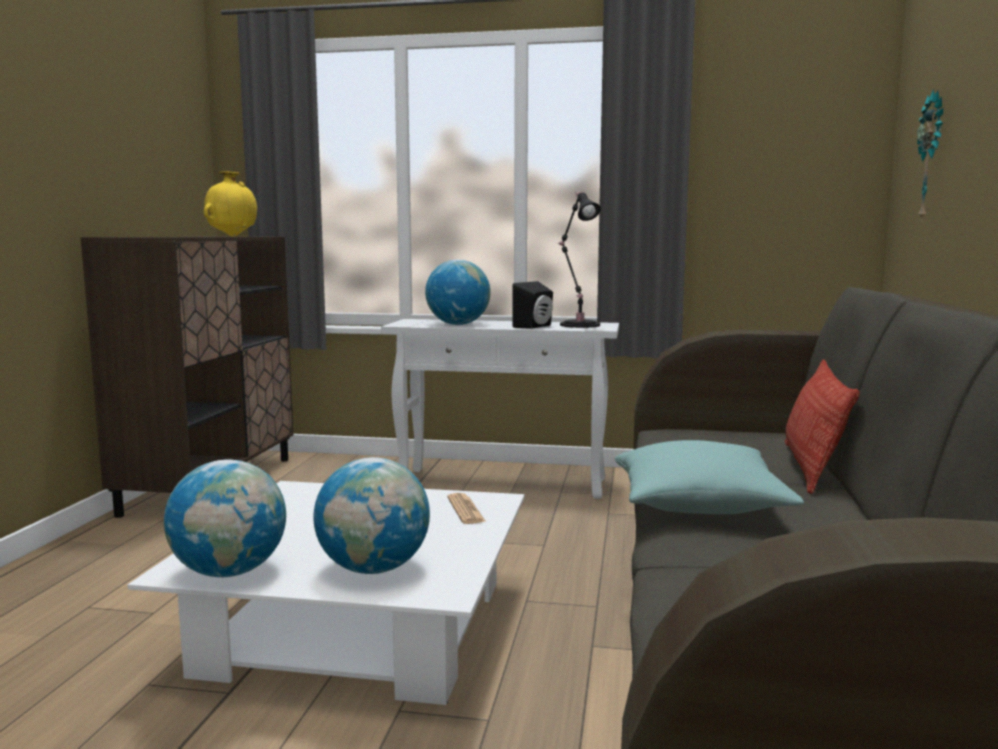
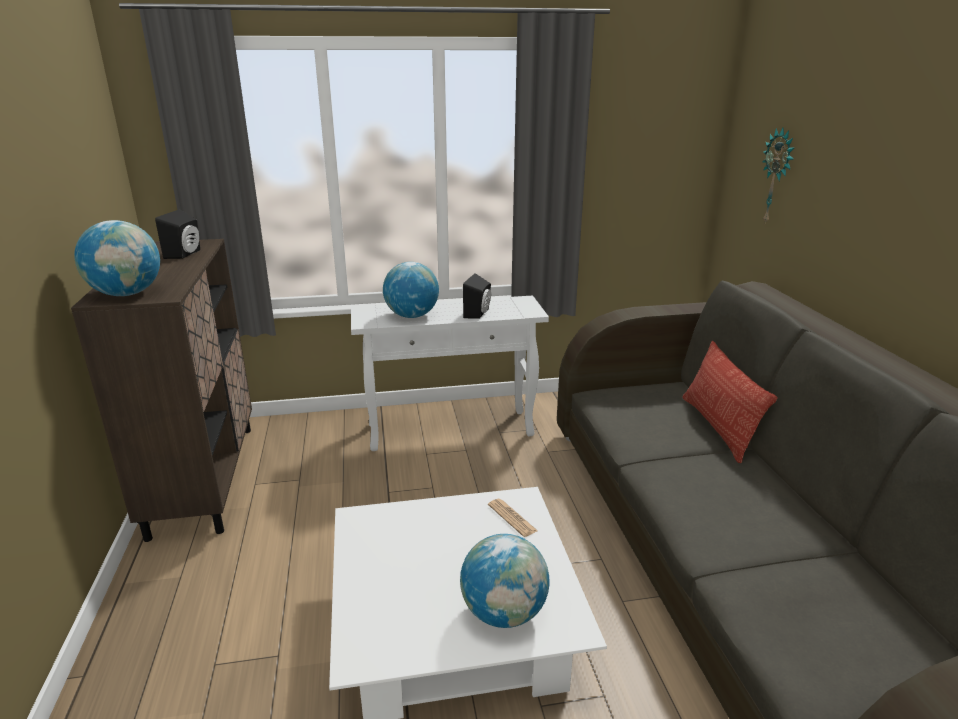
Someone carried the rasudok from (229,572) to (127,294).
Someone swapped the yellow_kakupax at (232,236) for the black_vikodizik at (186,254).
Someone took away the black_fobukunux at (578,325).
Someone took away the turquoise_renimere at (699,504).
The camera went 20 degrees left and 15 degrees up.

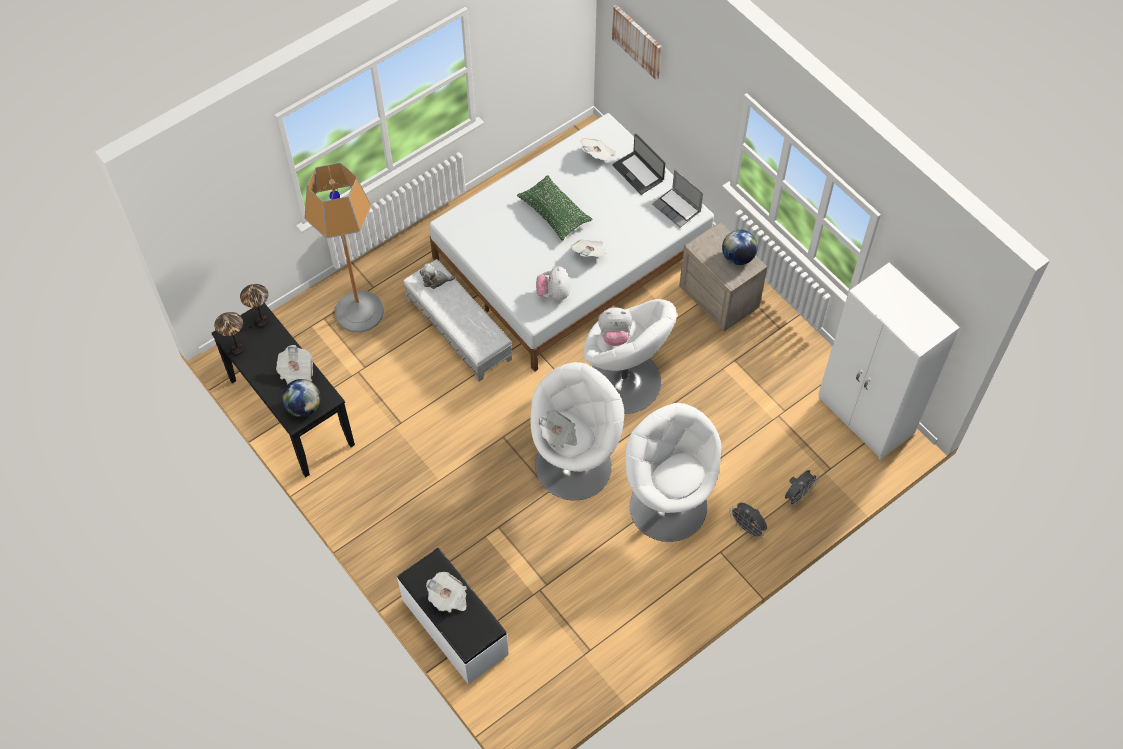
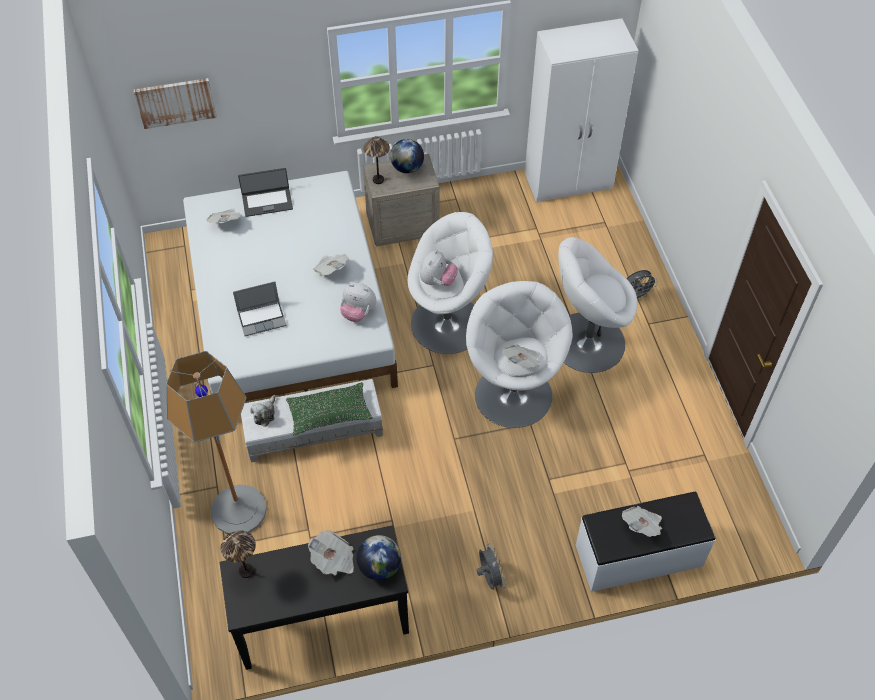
Someone carried the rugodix from (677,208) to (262,318).
Someone carried the green_renimere from (554,213) to (329,414).
Someone carried the fobukunux from (237,349) to (378,180).
Someone carried the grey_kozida from (797,496) to (489,577).
The camera went 65 degrees left and 5 degrees down.

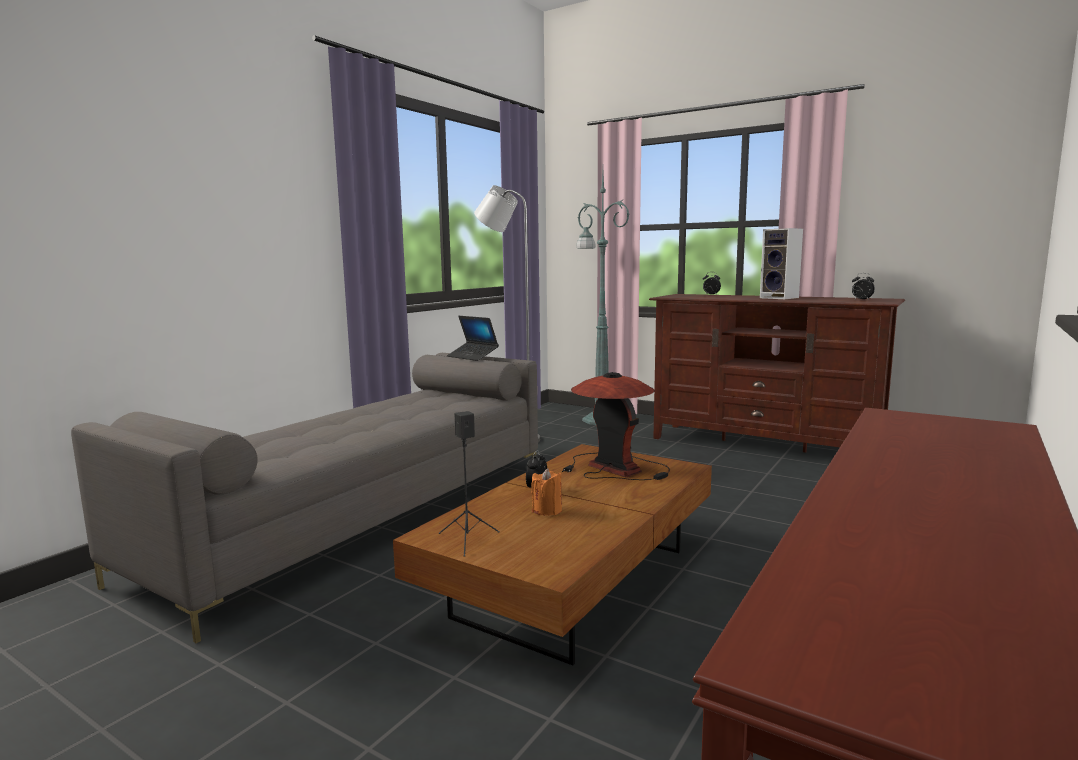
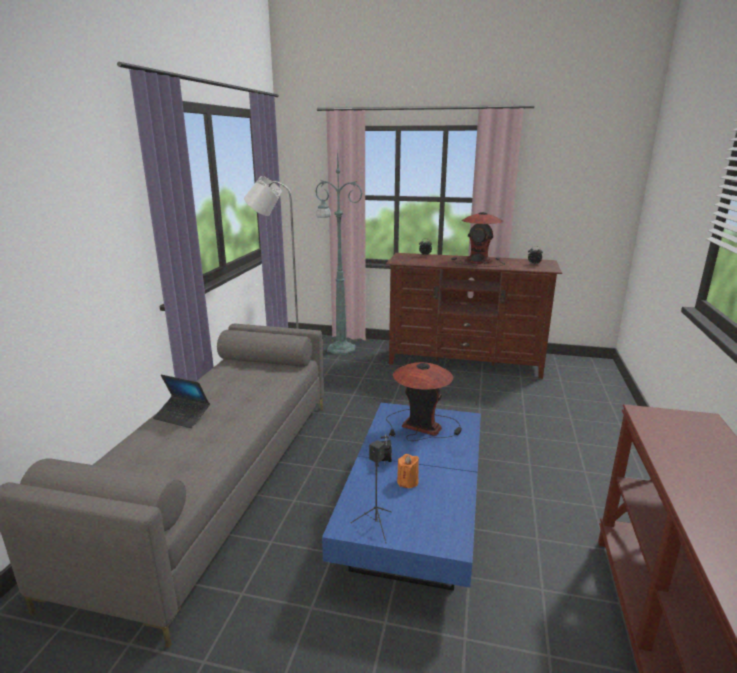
Someone carried the rugodix from (472,356) to (182,416).
Someone repainted the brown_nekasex at (574,581), which became the blue_nekasex at (413,516).
Someone swapped the vikodizik at (780,298) for the fobukunux at (478,261).
The camera went 20 degrees left and 10 degrees up.

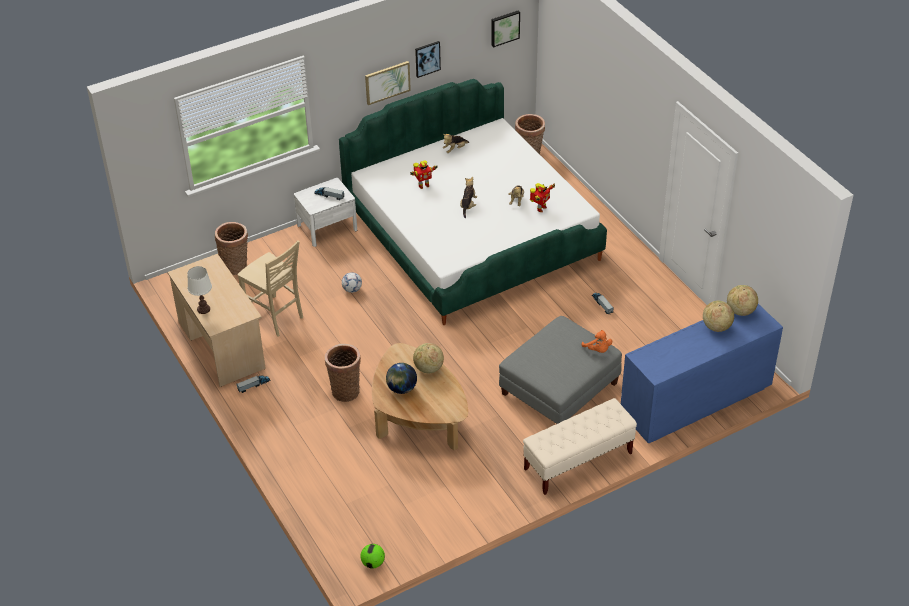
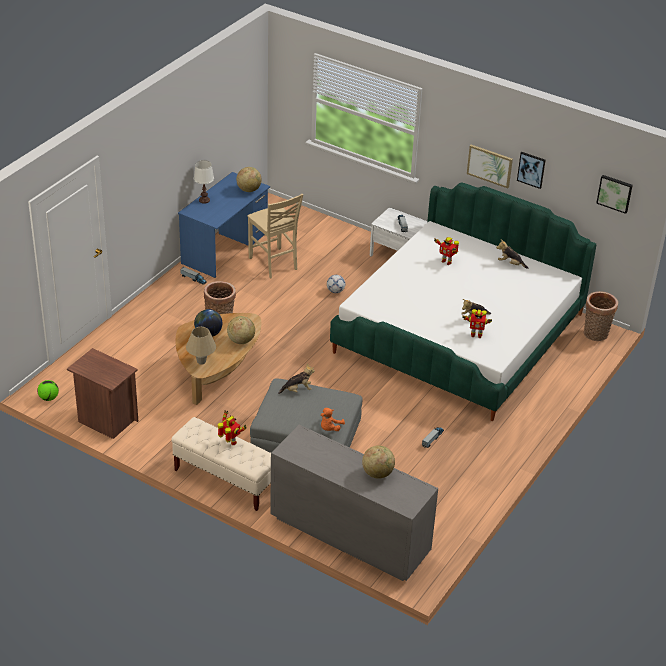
Someone put down the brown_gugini at (106,420).
Someone repainted the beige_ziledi at (221,345), which became the blue_ziledi at (225,249).
Someone put down the beige_fobukunux at (201,361).
Someone put down the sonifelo at (230,442).
Someone carried the rasudok from (740,311) to (249,190).
Someone rotated the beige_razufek at (275,317) by 45 degrees counterclockwise.
Someone repainted the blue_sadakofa at (694,403), which became the grey_sadakofa at (349,535).
Someone carried the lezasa from (468,206) to (297,390).
Someone took away the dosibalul at (236,266).
The camera went 60 degrees right and 5 degrees down.

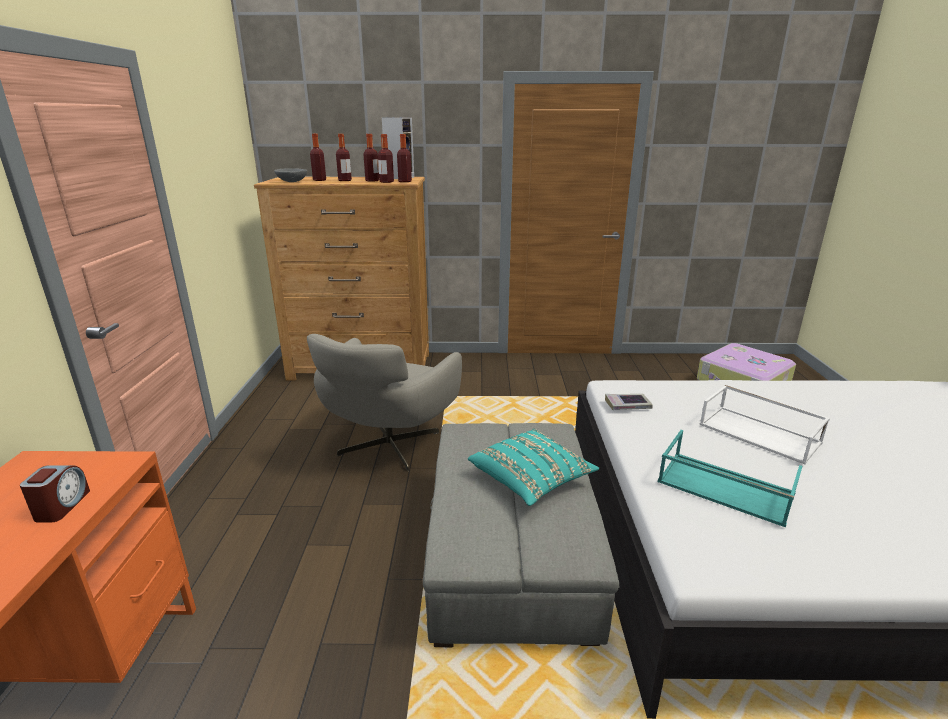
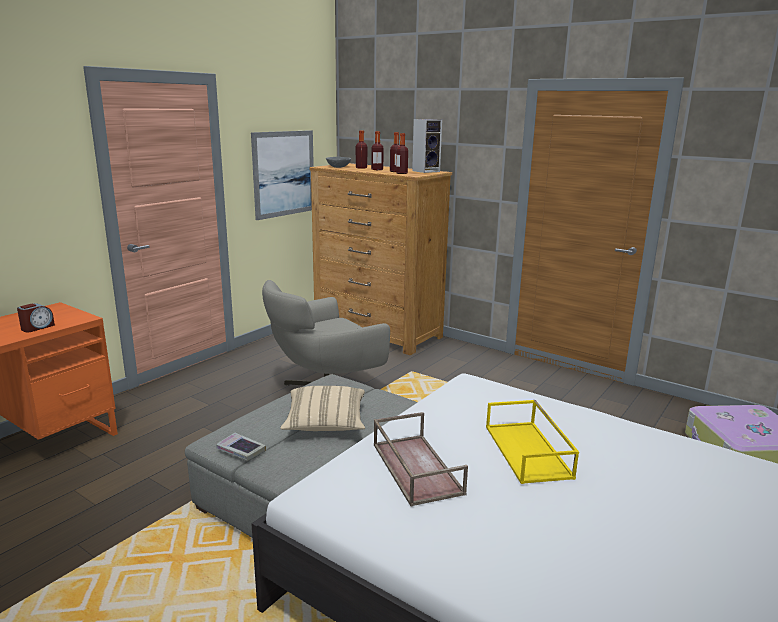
Someone carried the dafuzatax from (627,405) to (241,450).
Someone put up the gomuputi at (284,173).
Someone repainted the turquoise_renimere at (531,480), which became the beige_renimere at (325,423).
Someone repainted the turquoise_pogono at (723,488), which became the brown_pogono at (415,468).
Someone repainted the white_pogono at (760,433), which became the yellow_pogono at (529,452).
Someone took away the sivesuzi at (405,181).
The camera went 35 degrees right and 5 degrees down.

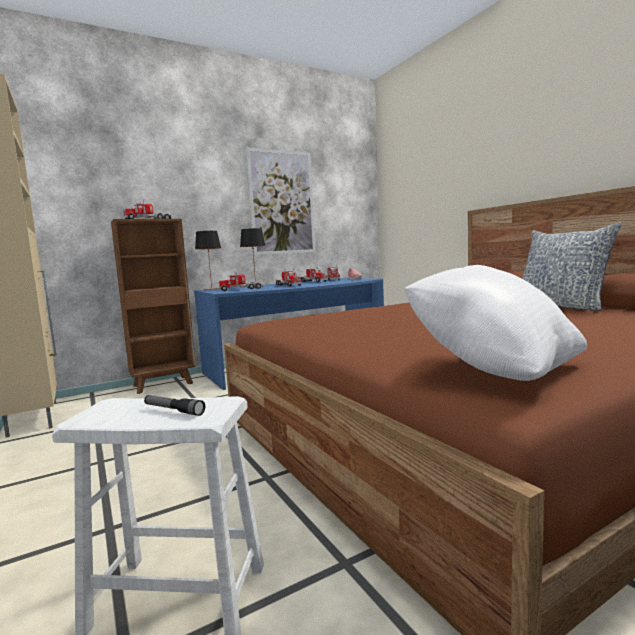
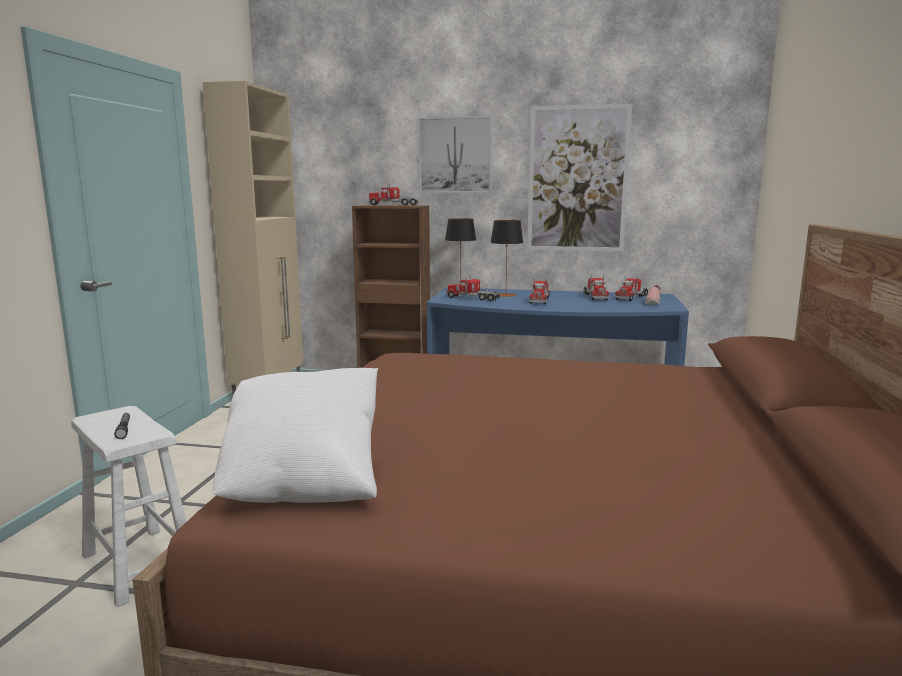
Someone put up the gomuputi at (455,155).
Someone took away the renimere at (561,306).
The camera went 40 degrees right and 5 degrees up.

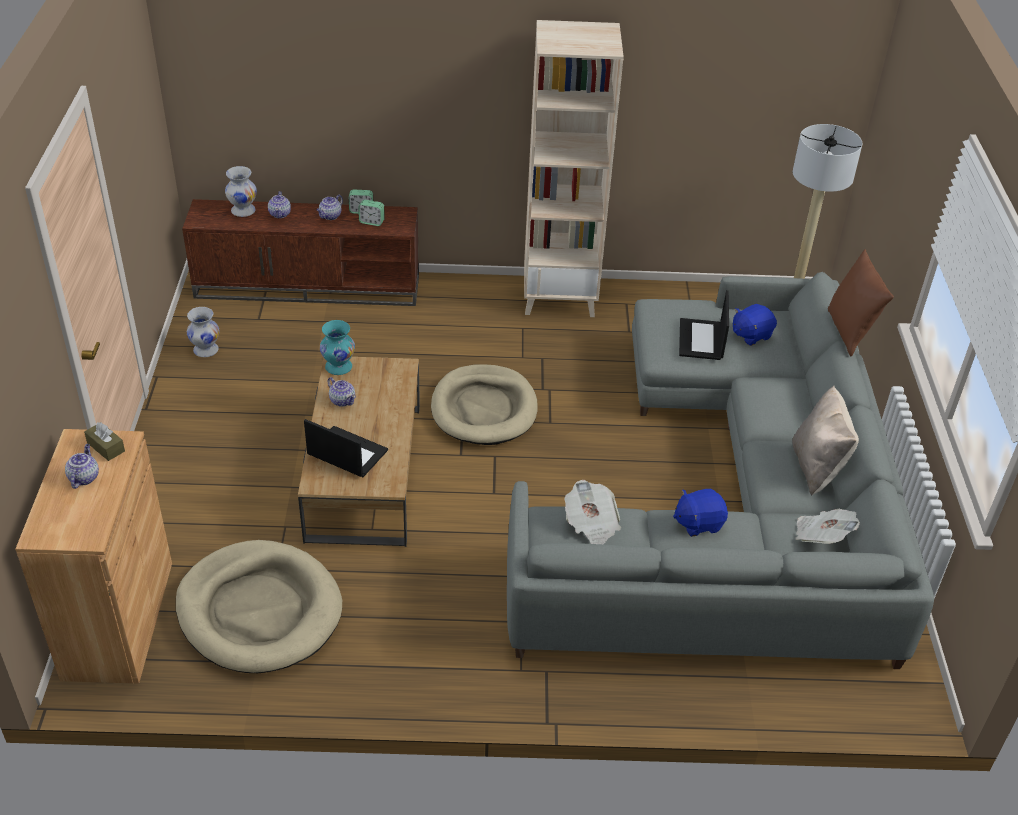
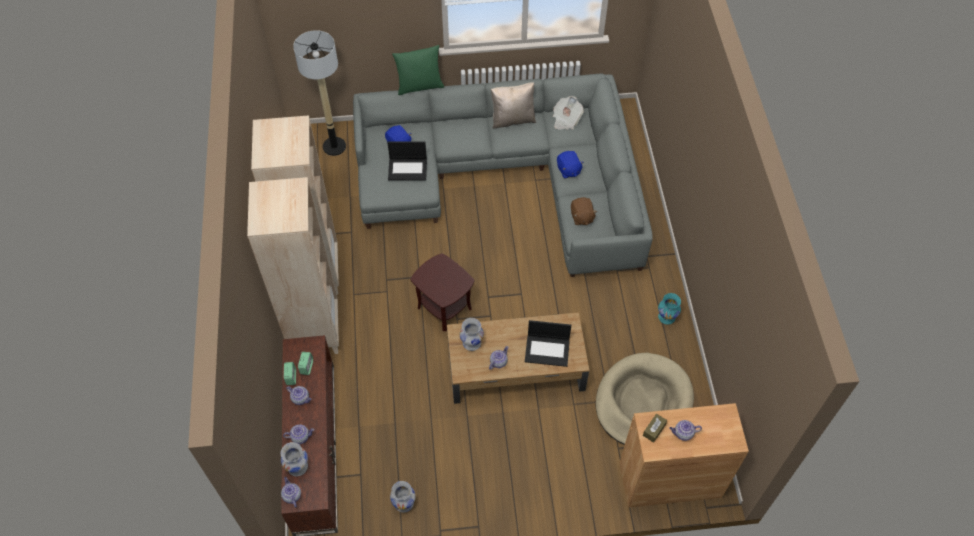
Someone put down the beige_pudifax at (315,332).
Someone put down the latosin at (292,495).
Someone repainted the brown_renimere at (850,332), which became the green_renimere at (419,86).
Someone swapped the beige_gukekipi at (484,409) for the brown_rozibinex at (444,308).
Someone put down the white_kakupax at (471,342).
Someone rotated the rugodix at (346,453) by 105 degrees counterclockwise.
Someone swapped the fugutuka at (591,524) for the brown_lezasa at (581,217).
Someone carried the turquoise_kakupax from (338,367) to (666,317).
The camera went 95 degrees left and 15 degrees up.

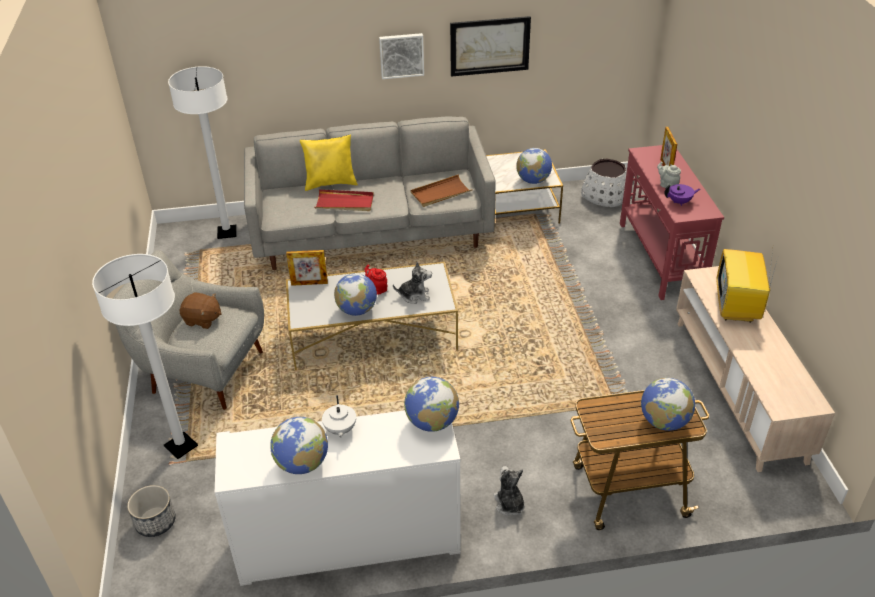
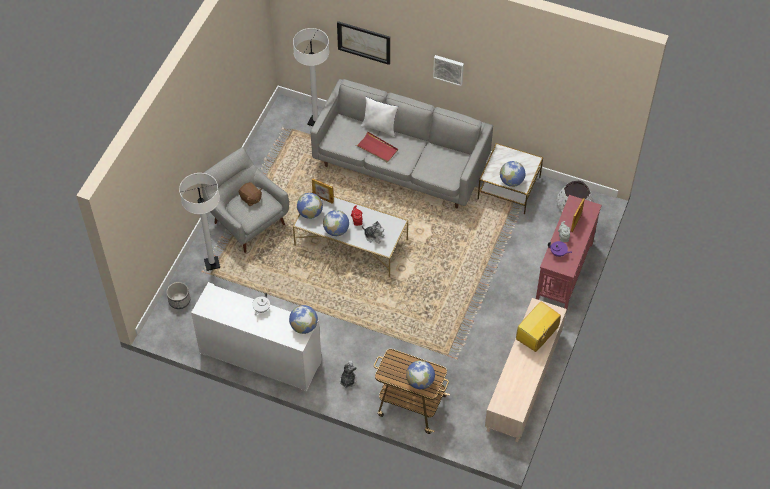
Someone carried the rasudok from (302,463) to (310,213).
Someone carried the gomuputi from (489,46) to (364,42).
Someone repainted the yellow_renimere at (331,183), which became the white_renimere at (380,127).
Someone took away the brown_pogono at (440,193).
The camera went 30 degrees right and 15 degrees up.

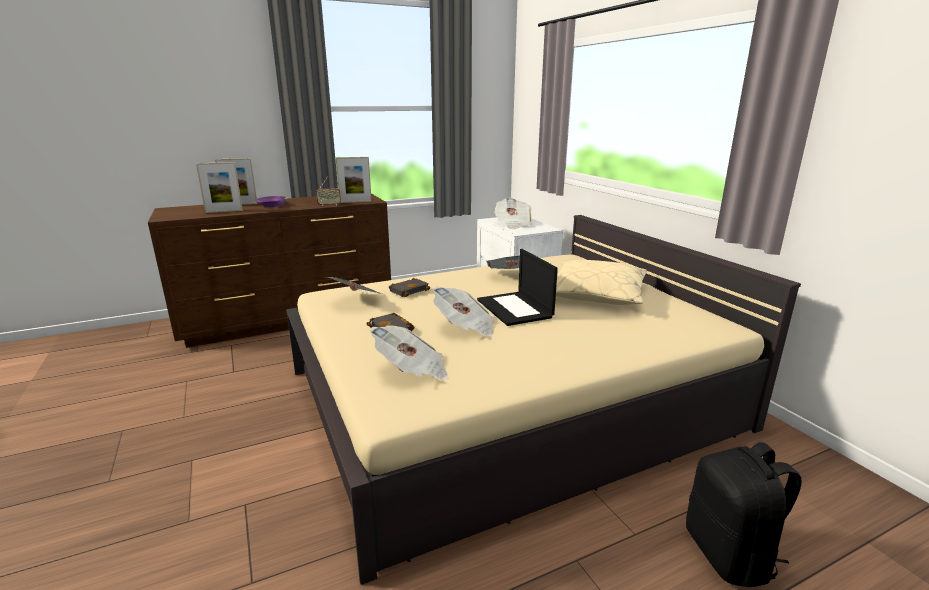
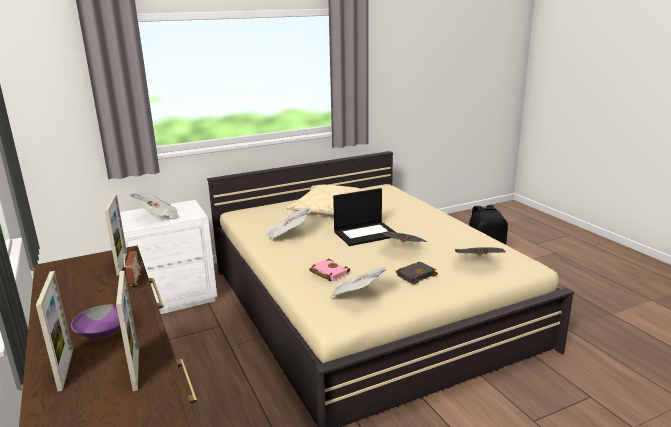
Someone repainted the black_dafuzatax at (409,290), which became the pink_dafuzatax at (327,273).
The camera went 90 degrees left and 0 degrees up.

